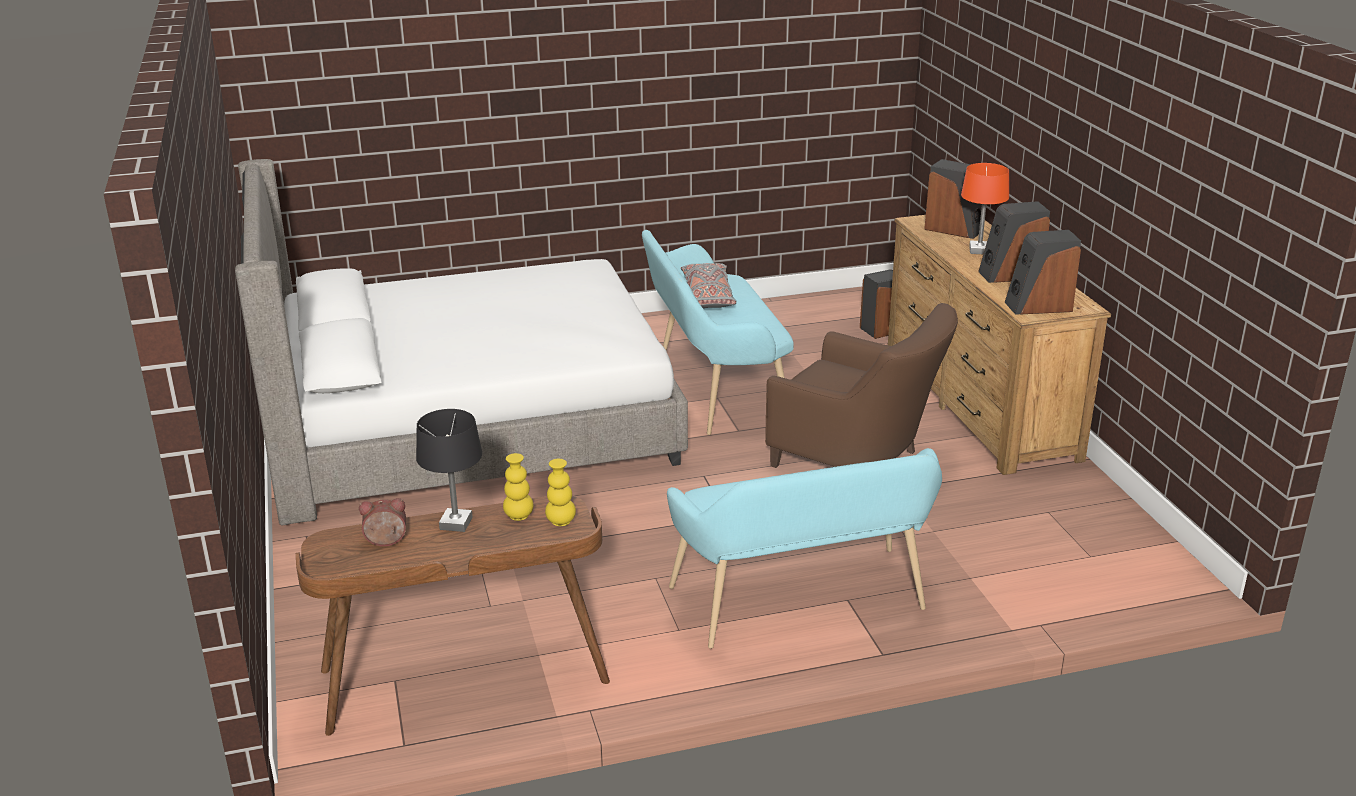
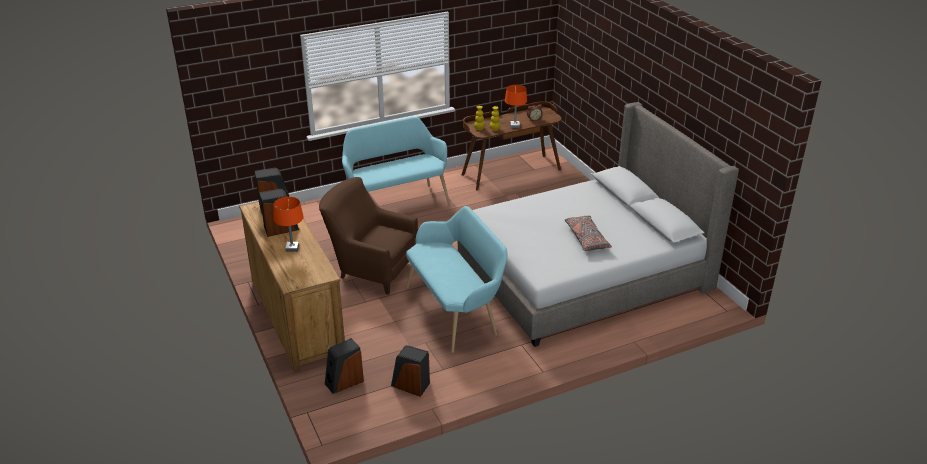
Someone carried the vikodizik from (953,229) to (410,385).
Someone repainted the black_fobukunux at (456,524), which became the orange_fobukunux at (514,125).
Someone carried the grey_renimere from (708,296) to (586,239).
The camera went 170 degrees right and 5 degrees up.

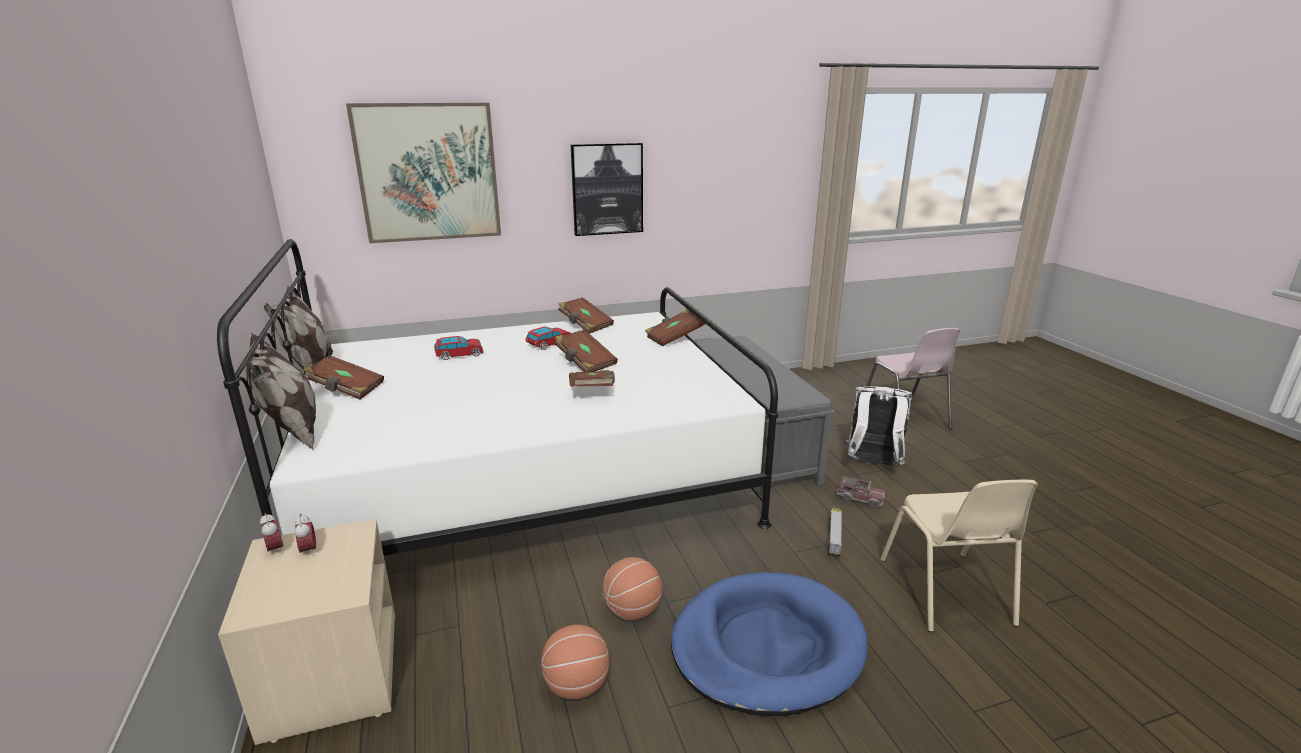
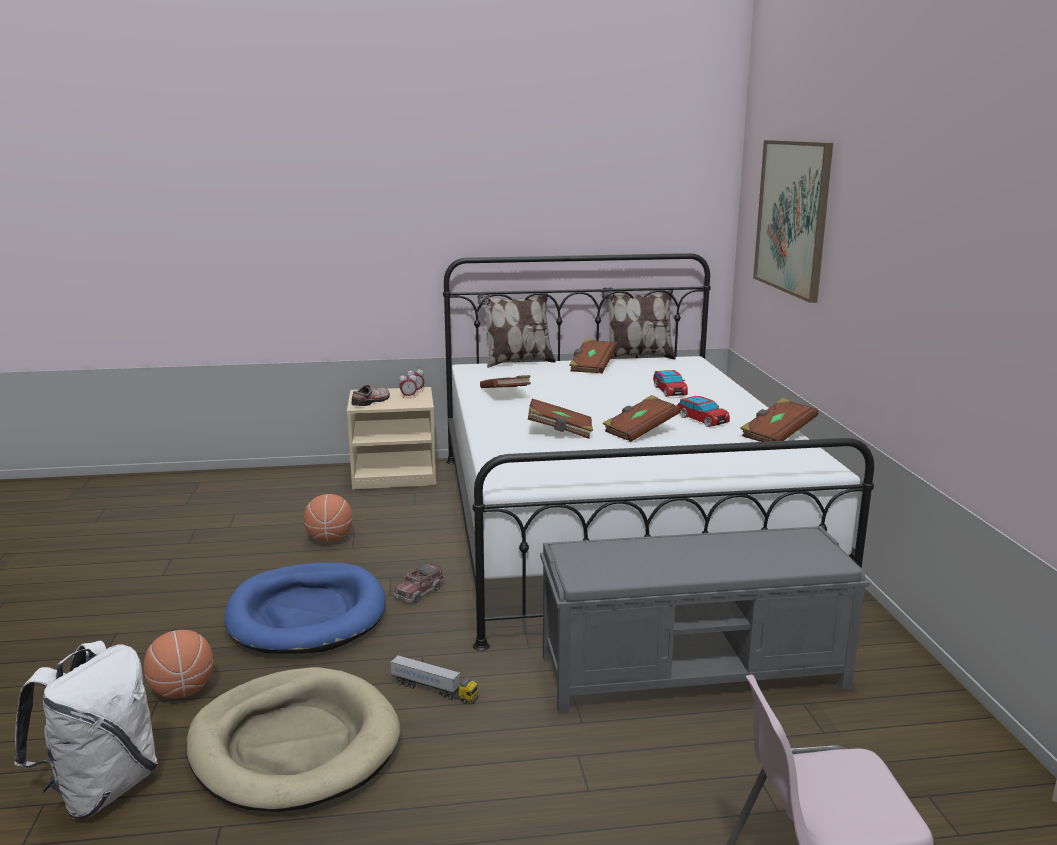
Someone carried the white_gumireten from (872,464) to (102,789).
Someone carried the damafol from (632,611) to (182,691).
Someone swapped the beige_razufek at (946,592) for the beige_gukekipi at (294,745).
Someone put down the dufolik at (372,401).
Someone carried the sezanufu from (860,499) to (419,592).
Someone carried the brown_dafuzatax from (674,338) to (506,394).
Someone took away the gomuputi at (607,189).
The camera went 100 degrees right and 5 degrees down.

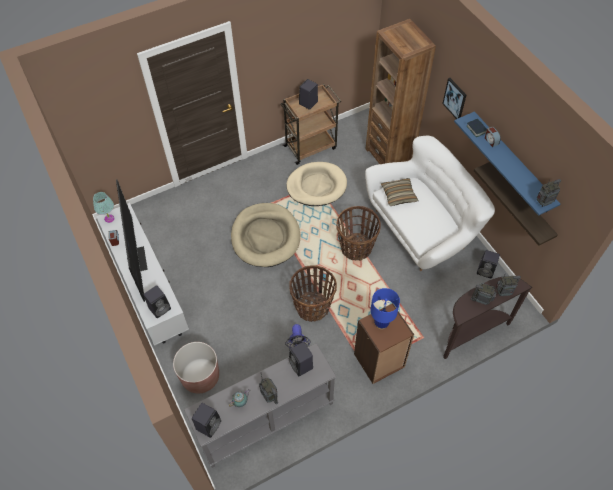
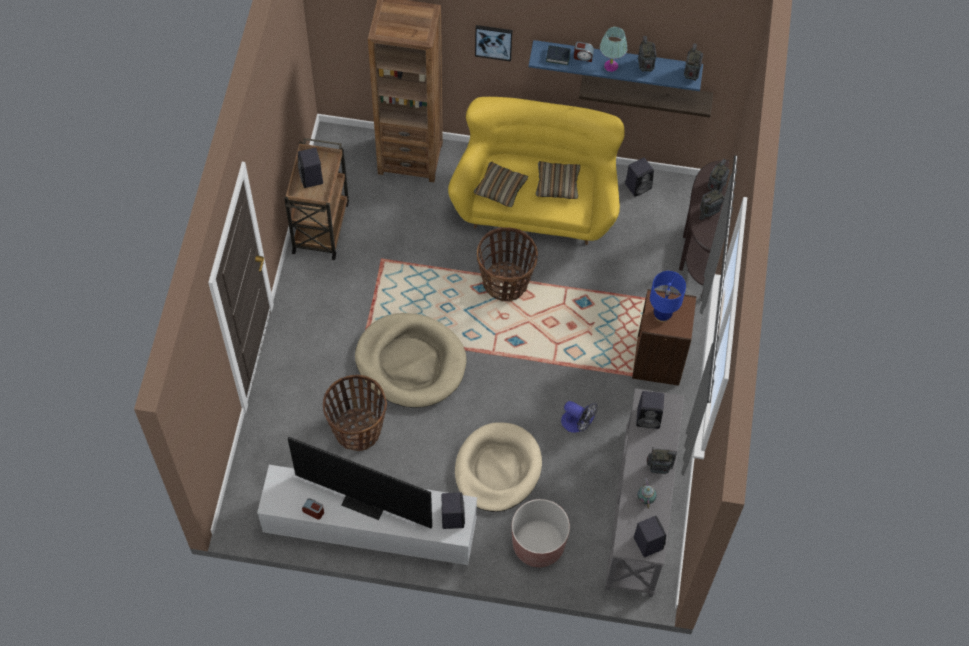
Someone carried the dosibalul from (312,306) to (357,429).
Someone repainted the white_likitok at (422,228), which became the yellow_likitok at (536,202).
Someone carried the beige_gukekipi from (316,186) to (497,469).
Someone put down the renimere at (557,184).
Someone carried the turquoise_fobukunux from (109,218) to (611,65).
Someone put down the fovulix at (645,67).
The camera went 55 degrees left and 5 degrees up.

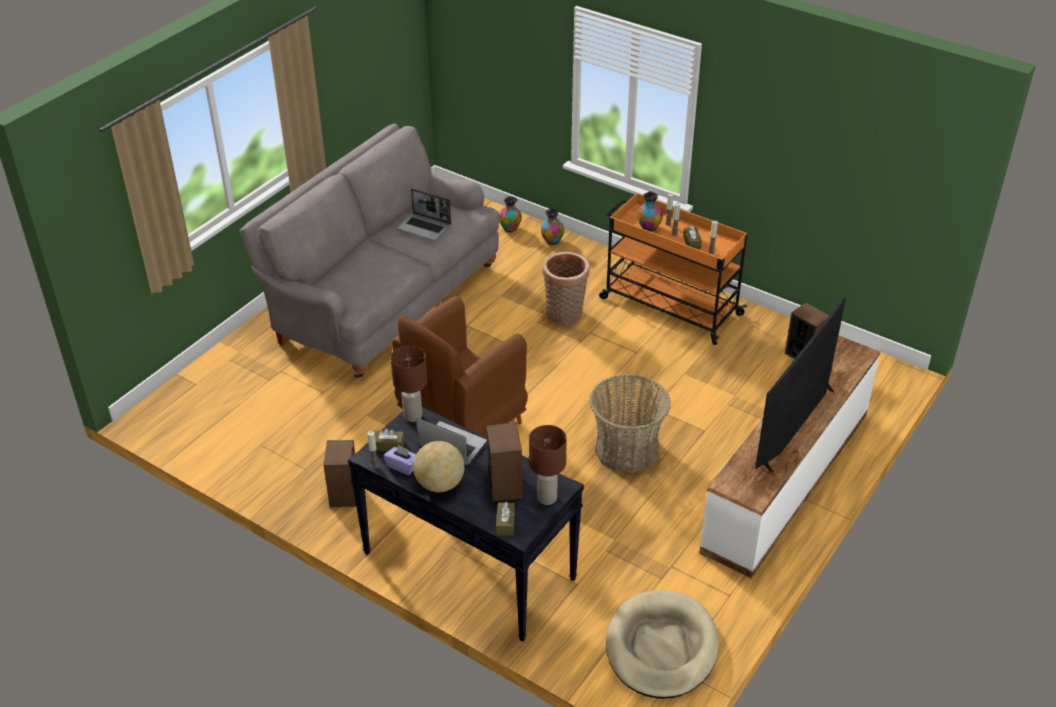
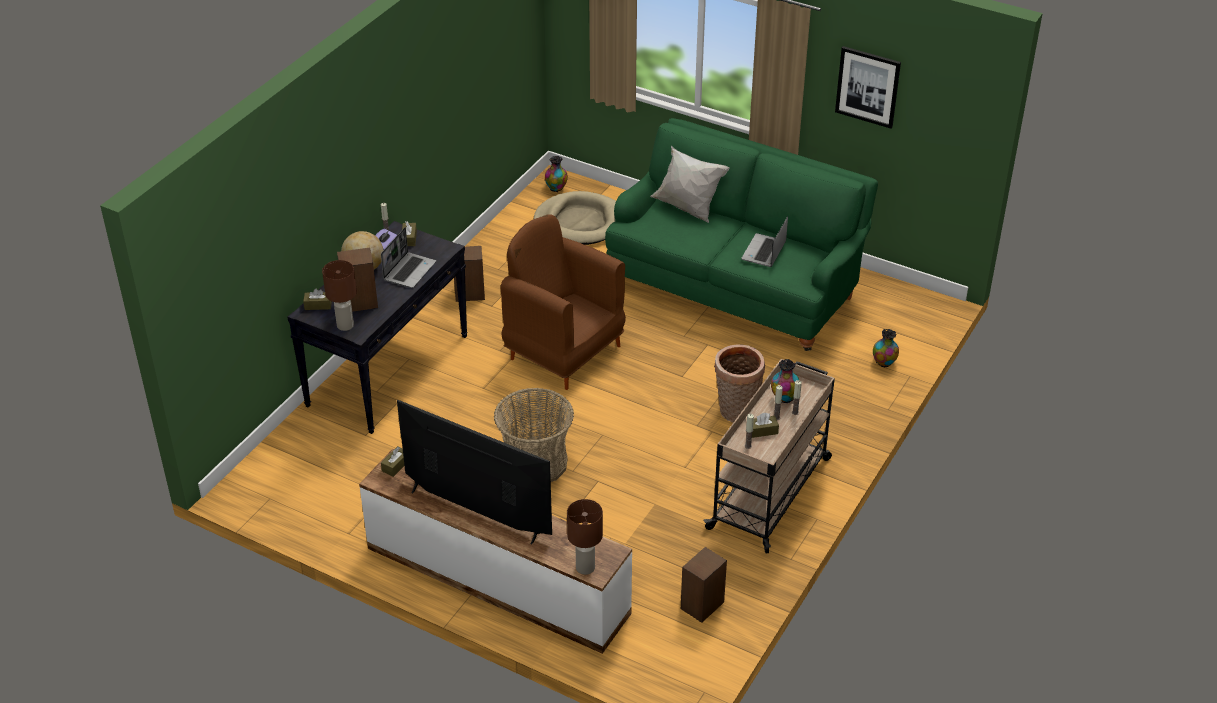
Someone put down the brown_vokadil at (396,465).
Someone carried the beige_gukekipi from (661,648) to (579,222).
Someone carried the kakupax from (552,241) to (556,188).
Someone carried the brown_fobukunux from (412,416) to (585,567).
Someone repainted the grey_likitok at (382,300), which became the green_likitok at (735,286).
Someone put down the white_renimere at (687,209).
Someone repainted the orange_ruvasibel at (669,306), which became the beige_ruvasibel at (770,492).
Someone put up the gomuputi at (868,86).
The camera went 85 degrees right and 0 degrees up.

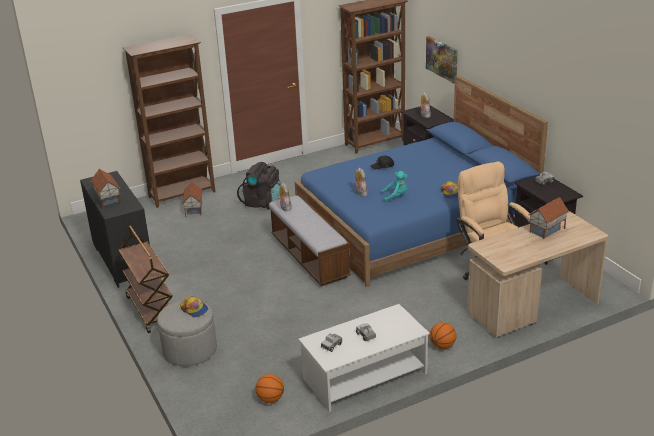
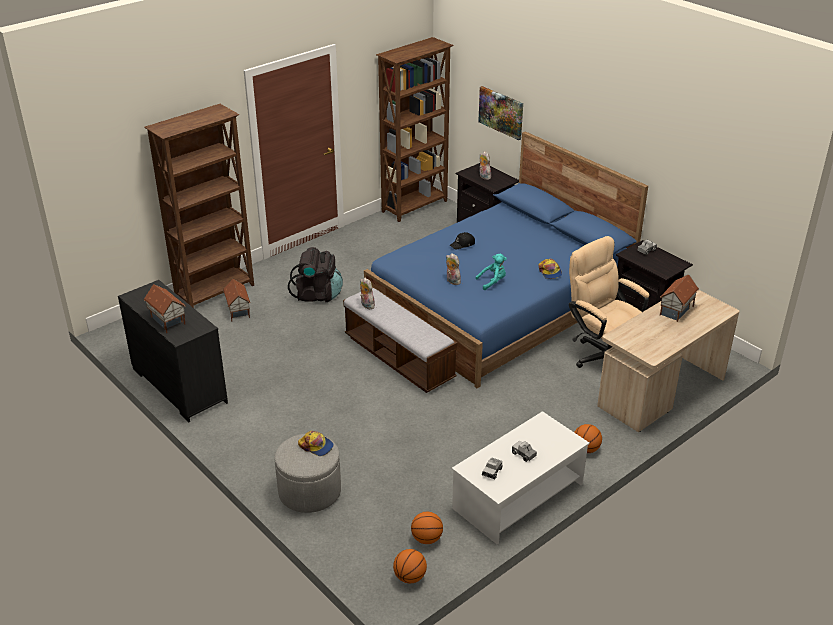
Someone put down the damafol at (410,577).
Someone took away the brown_ruvasibel at (150,310).
The camera went 15 degrees left and 5 degrees up.

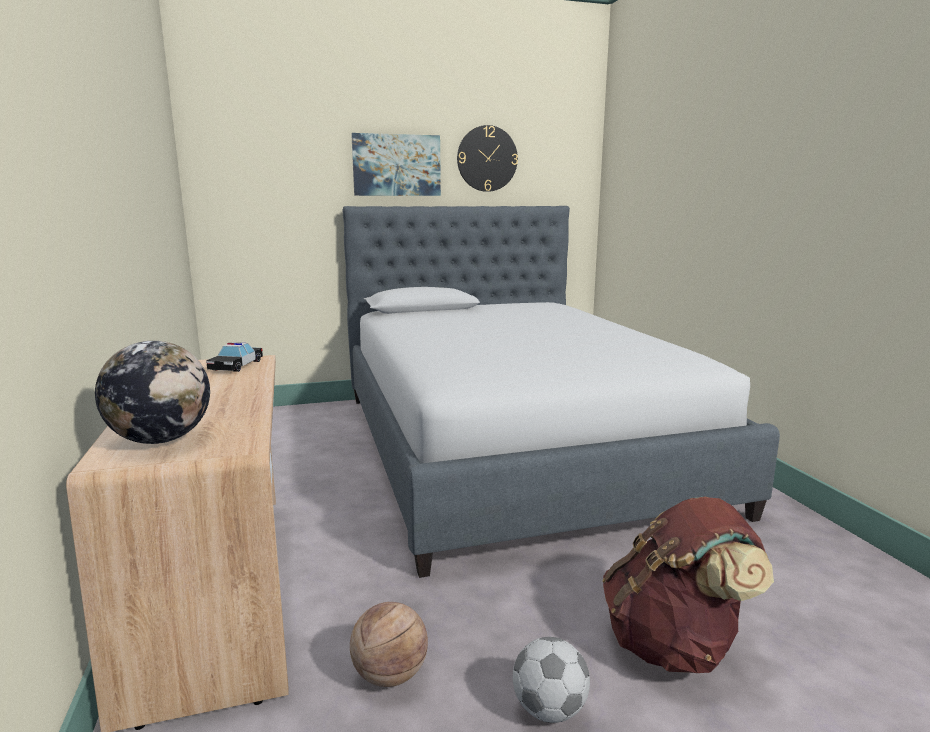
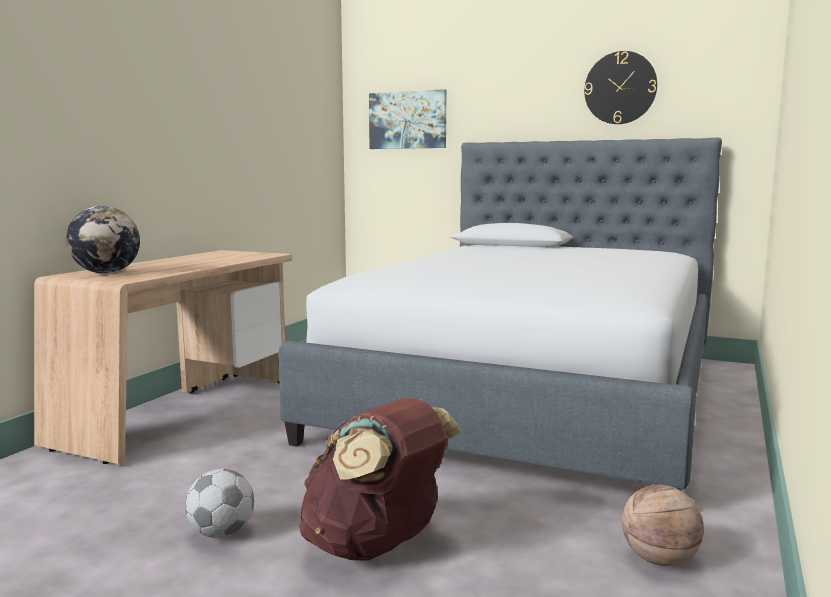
Someone carried the gomuputi from (396,165) to (407,120).
Someone carried the damafol from (389,675) to (659,560).
Someone took away the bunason at (236,366).
The camera went 40 degrees right and 5 degrees down.

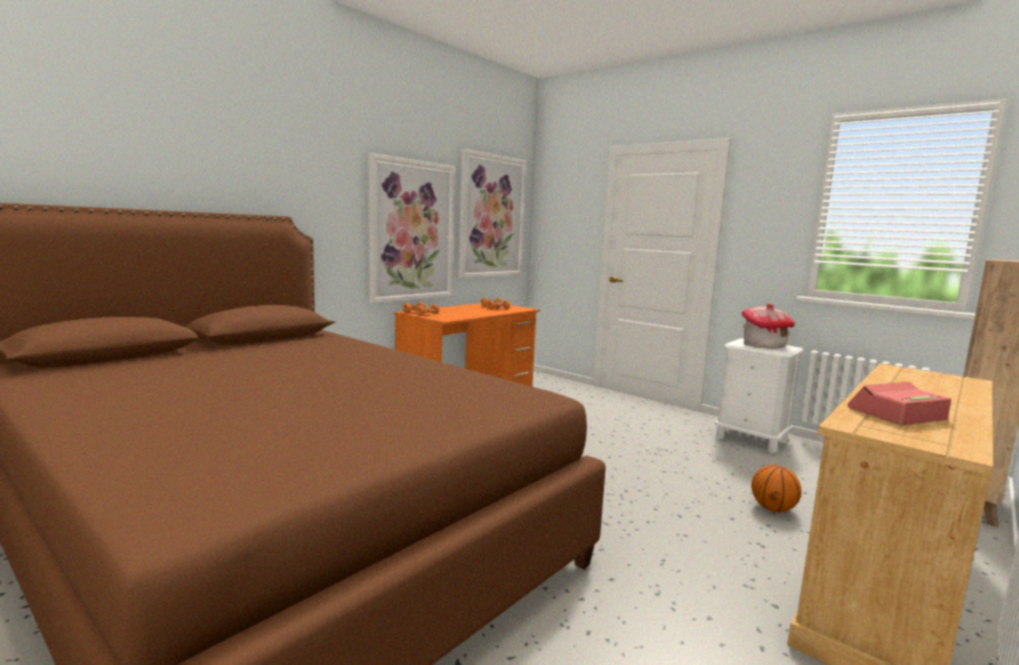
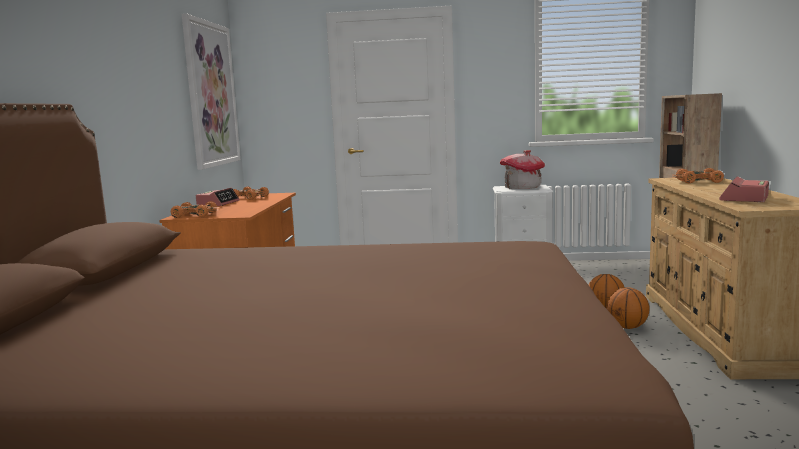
Someone put down the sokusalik at (218,203).
Someone put down the damafol at (627,327).
Someone put down the orange_bunason at (698,181).
Someone took away the gomuputi at (411,231).
The camera went 35 degrees left and 0 degrees up.

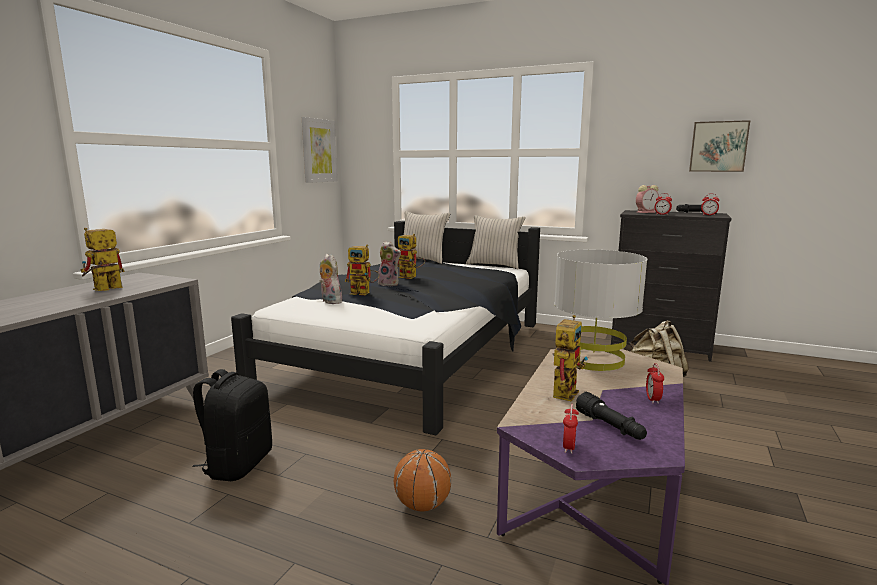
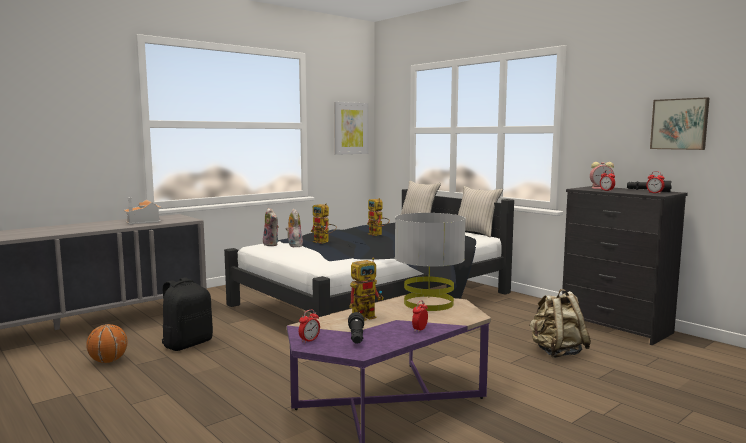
Someone carried the damafol from (422,505) to (108,361).
Someone swapped the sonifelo at (103,290) for the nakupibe at (144,221).
Someone carried the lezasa from (390,284) to (272,244).
The camera went 25 degrees right and 5 degrees down.

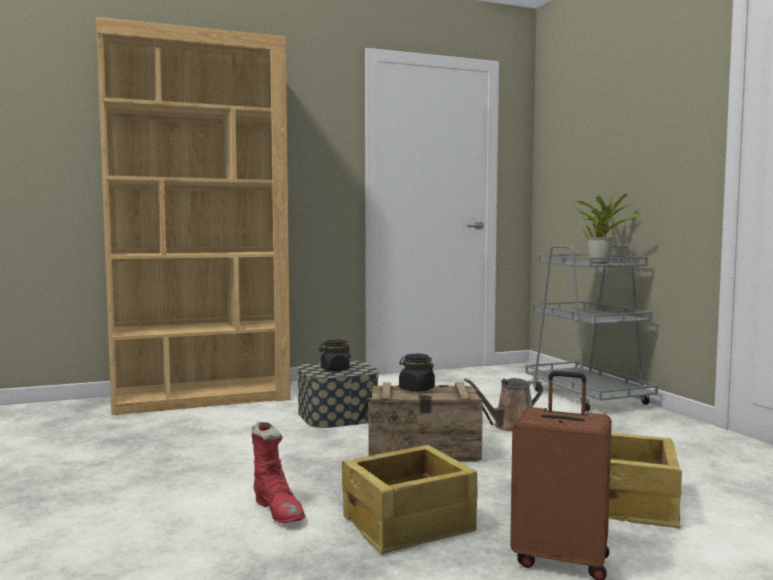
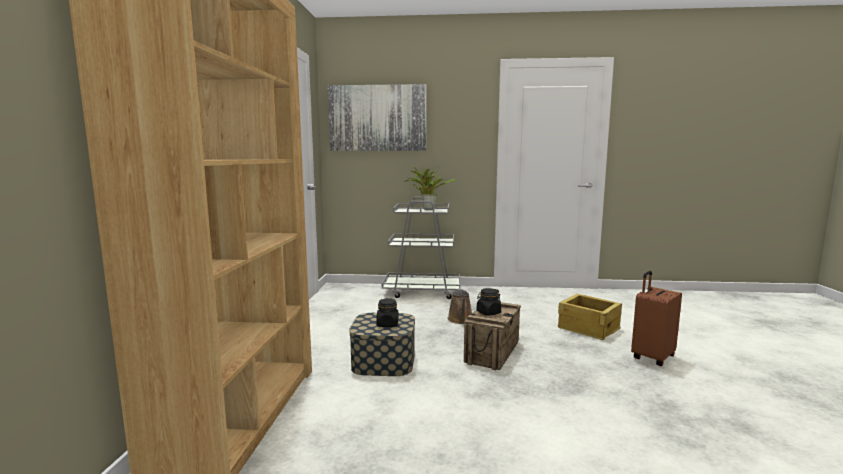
Someone put up the gomuputi at (377,118).
Someone took away the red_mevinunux at (278,511).
Someone took away the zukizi at (409,524).
The camera went 65 degrees left and 5 degrees up.

